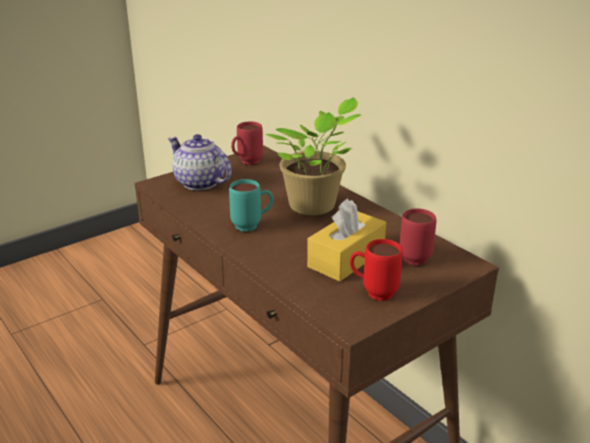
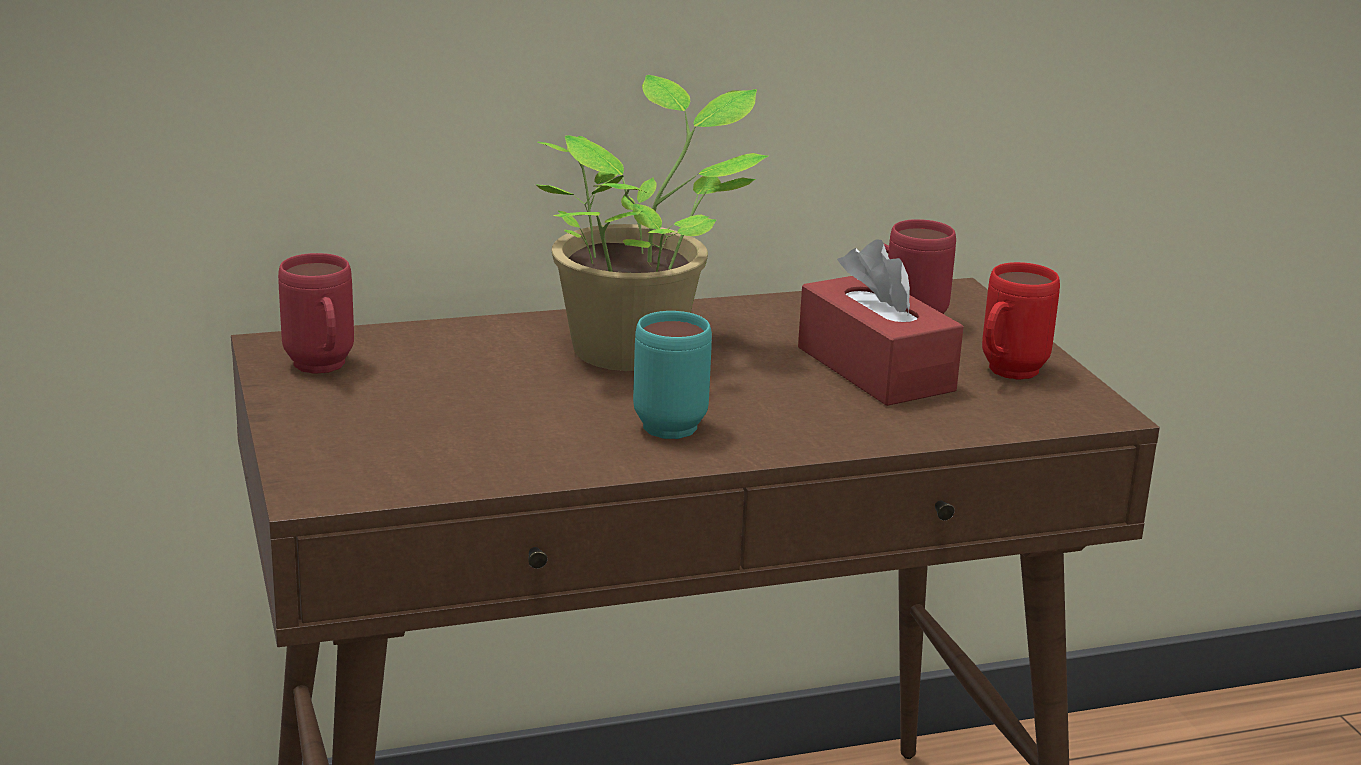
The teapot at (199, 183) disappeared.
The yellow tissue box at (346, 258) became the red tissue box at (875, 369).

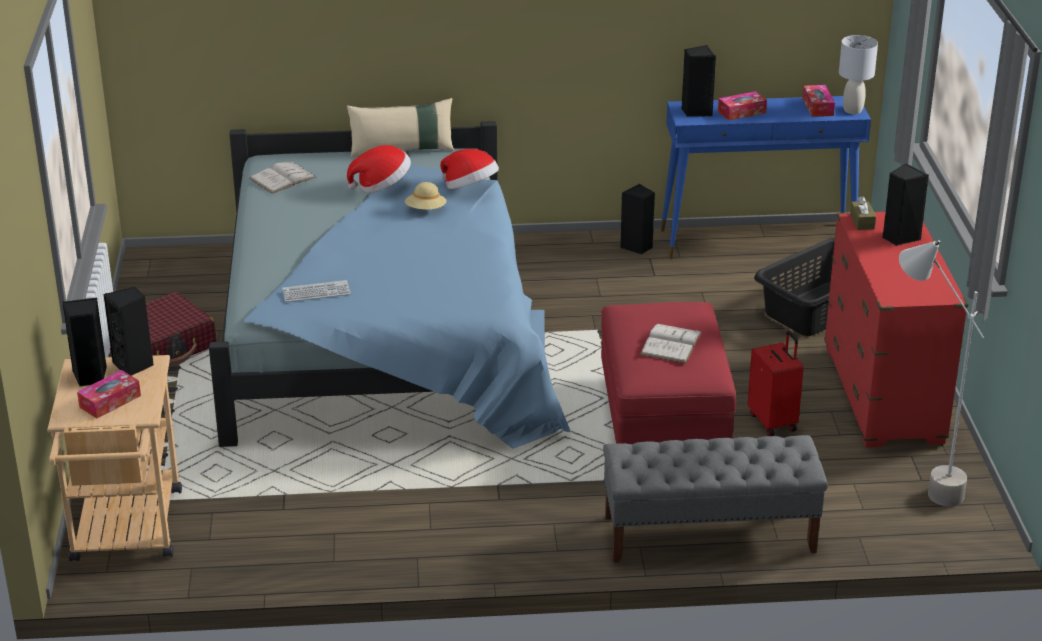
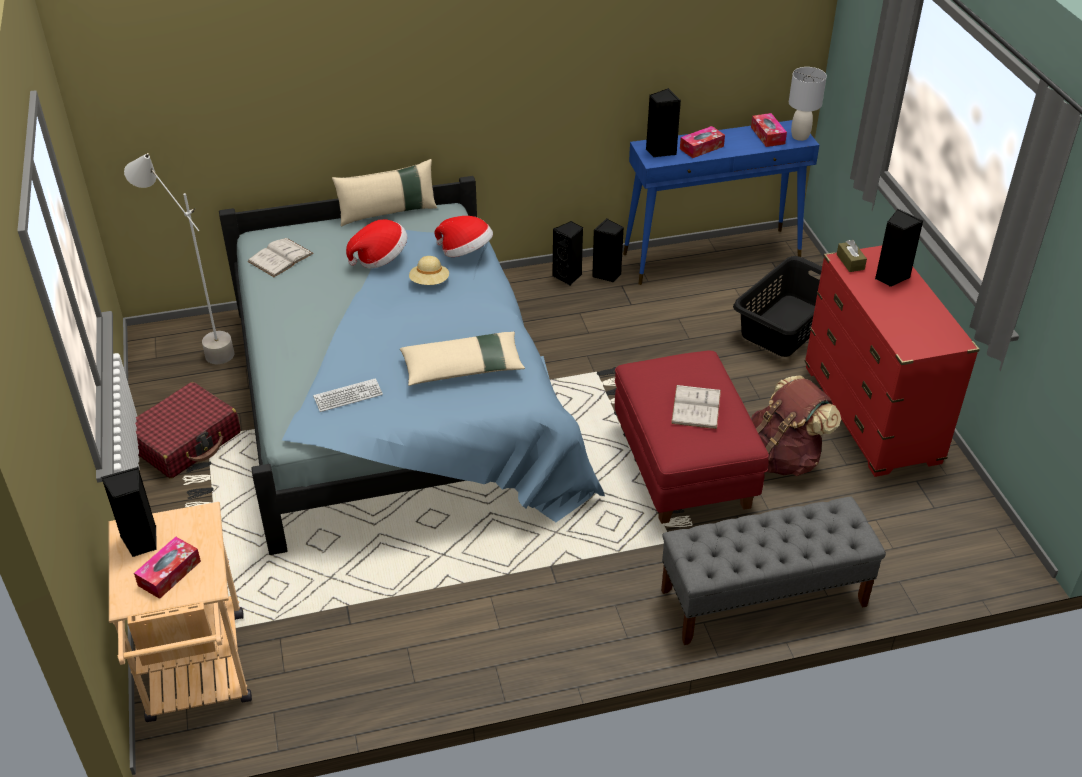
The beige pillow at (463, 368) appeared.
The black speaker moved from (134, 365) to (568, 276).
The grey floor lamp moved from (919, 483) to (201, 347).
The red suitcase at (773, 422) was replaced by the brown backpack at (784, 457).

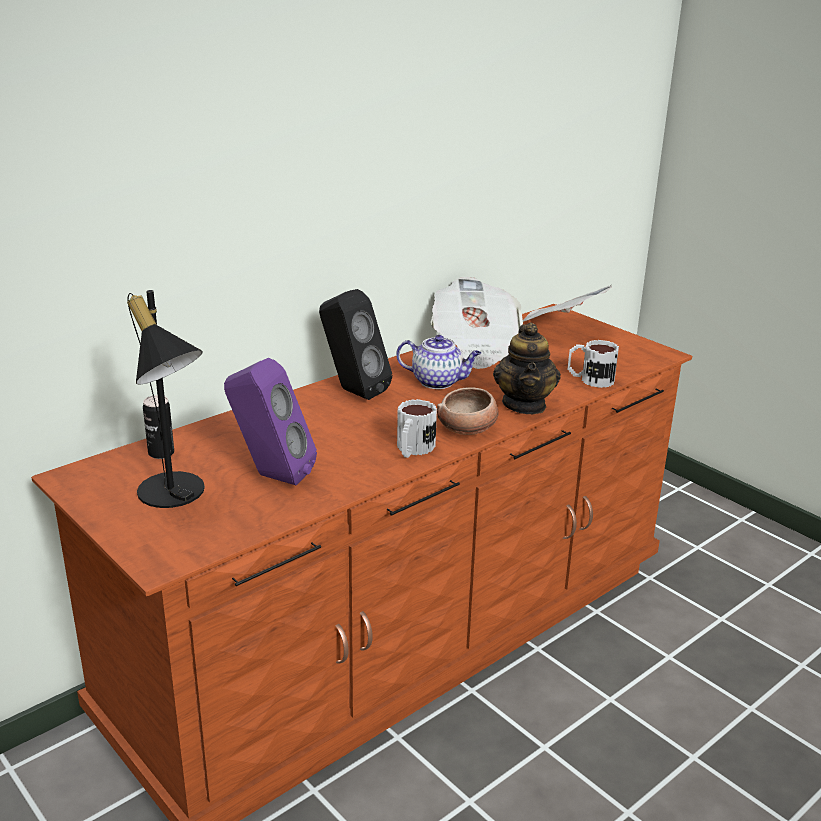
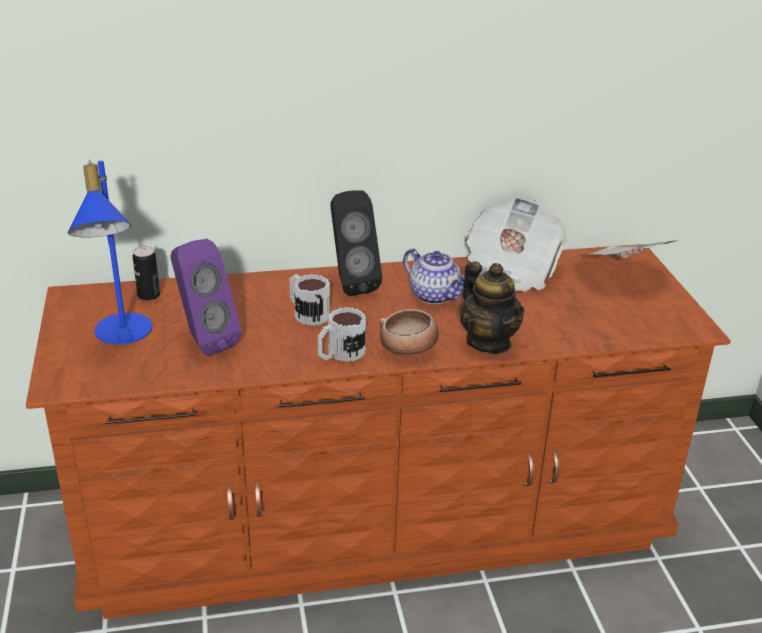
The mug moved from (590, 379) to (307, 313).
The black table lamp at (175, 496) became the blue table lamp at (120, 335).
The teapot at (524, 405) turned 60 degrees counterclockwise.

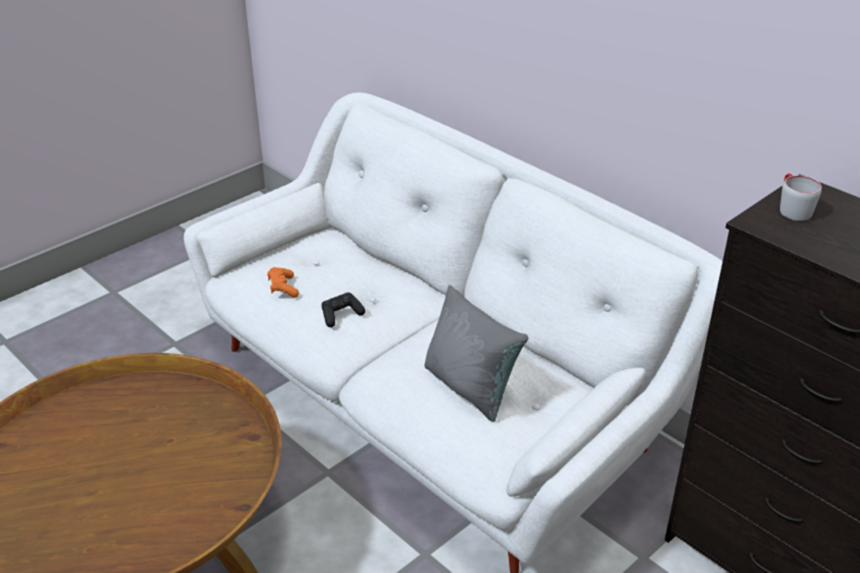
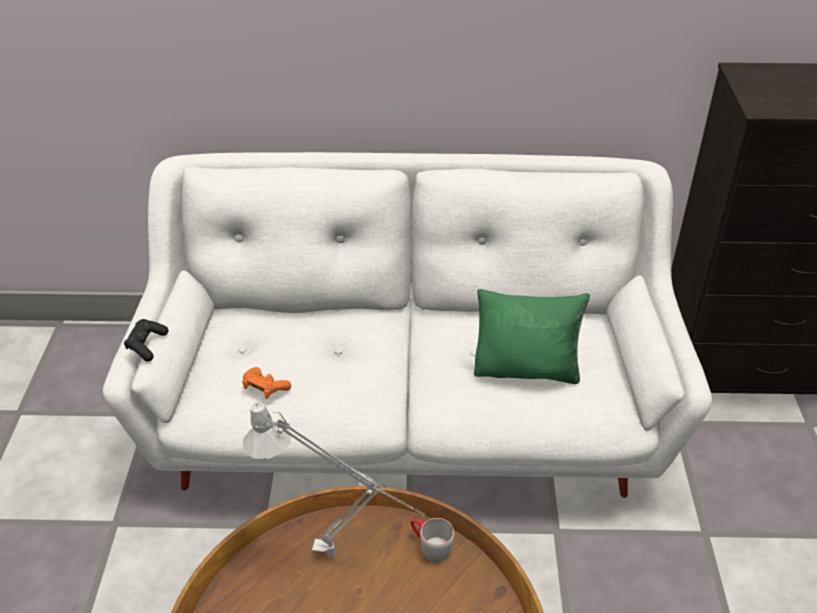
The grey table lamp at (342, 558) appeared.
The black game controller moved from (341, 315) to (147, 345).
The grey mug moved from (791, 208) to (430, 546).
The grey pillow at (470, 388) became the green pillow at (526, 369).

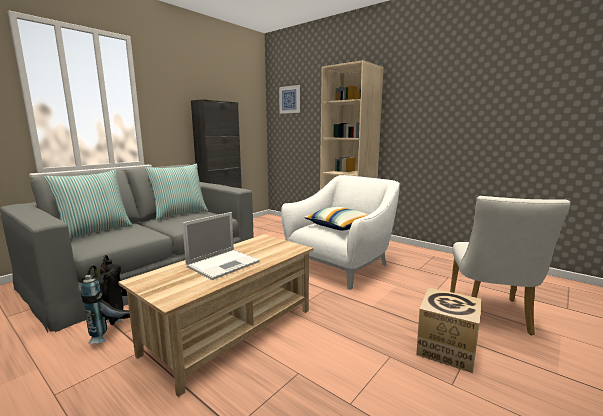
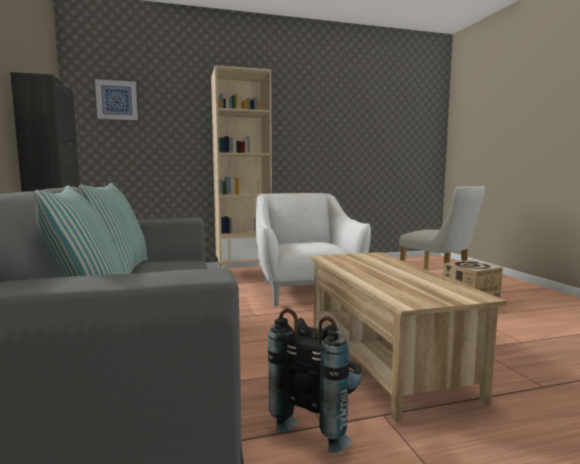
The laptop at (224, 264) disappeared.
The pillow at (339, 226) disappeared.

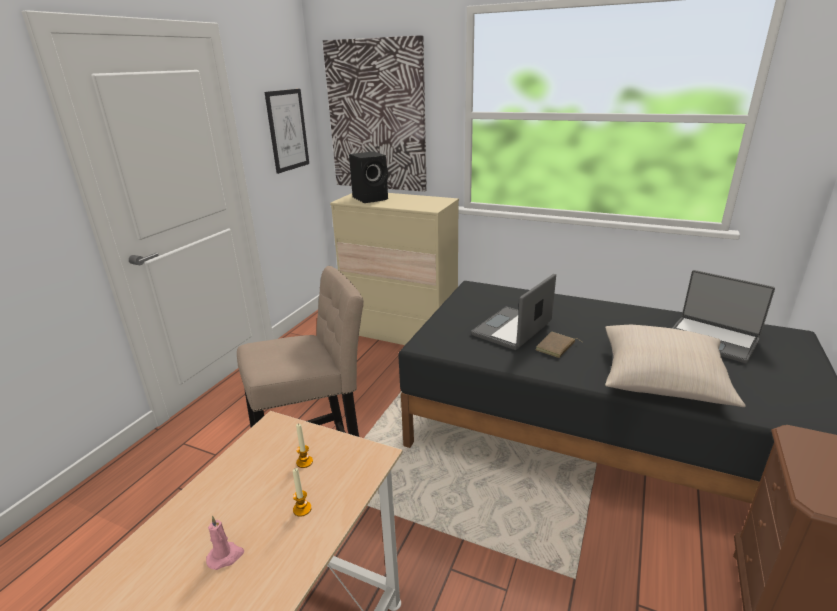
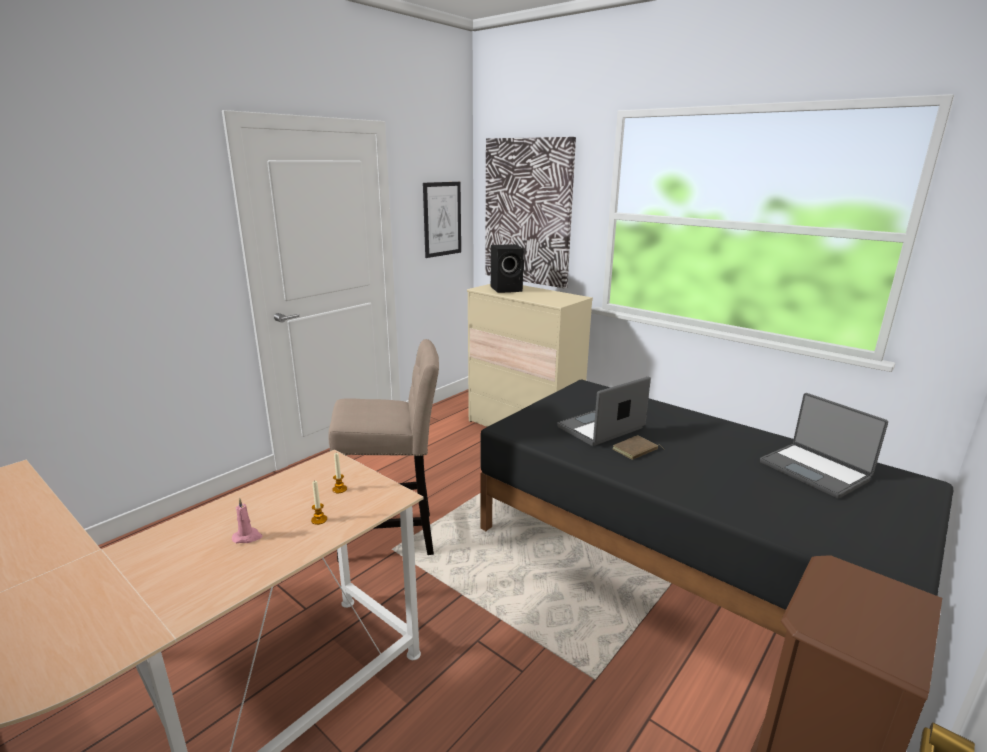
The beige pillow at (662, 380) disappeared.

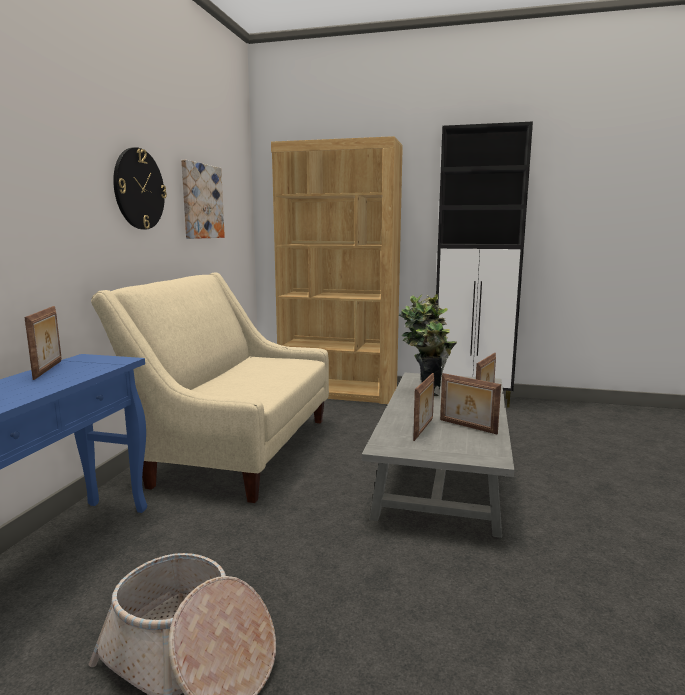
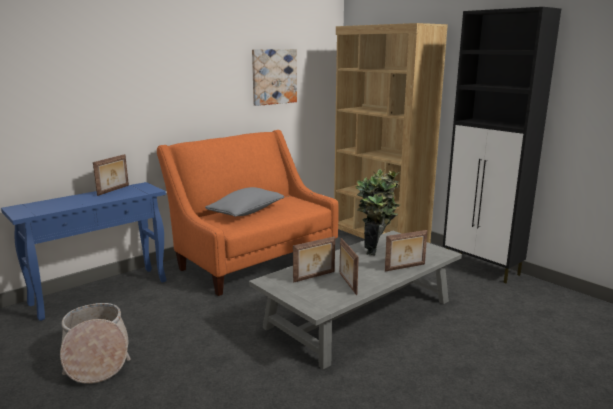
The wall clock at (139, 189) disappeared.
The grey pillow at (246, 212) appeared.
The beige sofa at (235, 449) became the orange sofa at (253, 259).

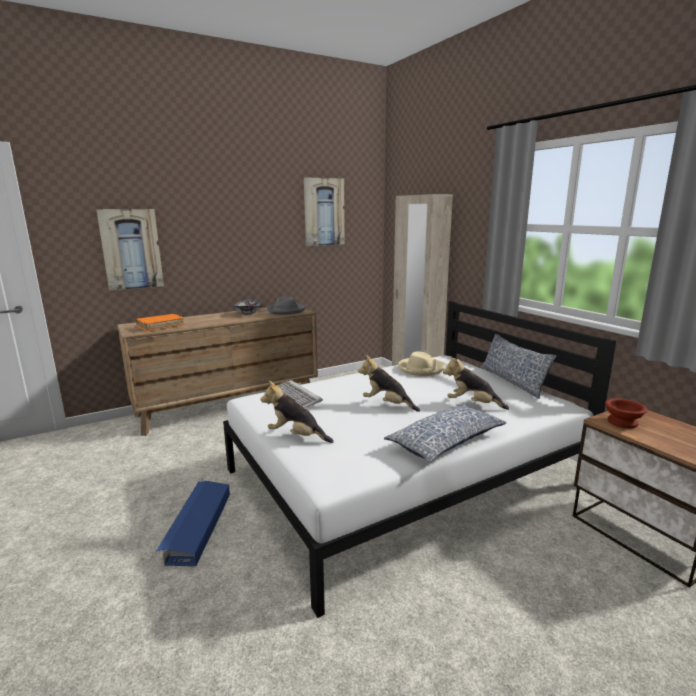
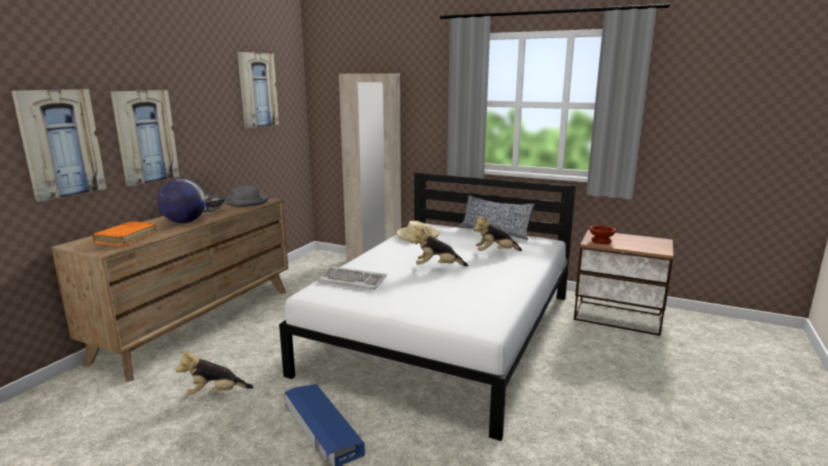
The pillow at (447, 442) disappeared.
The picture at (145, 136) appeared.
The globe at (184, 222) appeared.
The plush toy moved from (296, 436) to (215, 393).

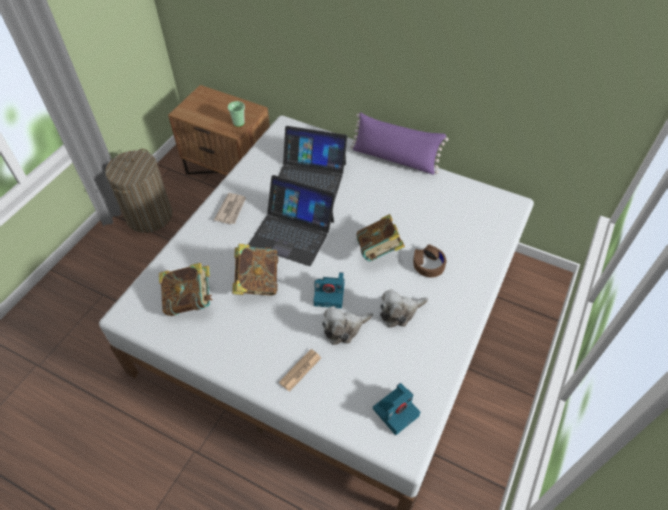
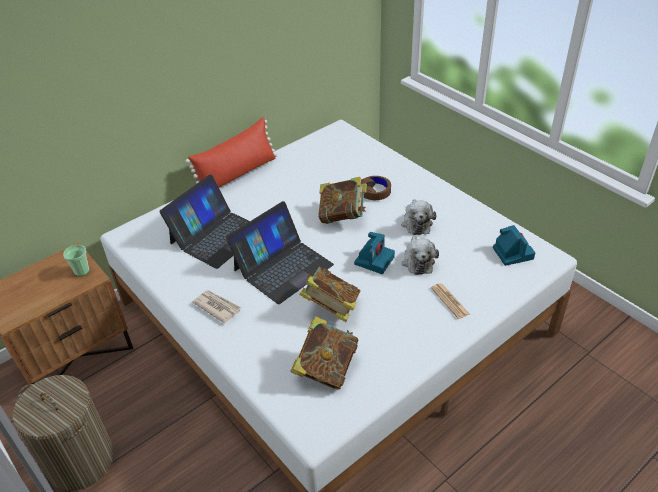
The purple pillow at (395, 159) became the red pillow at (237, 174).

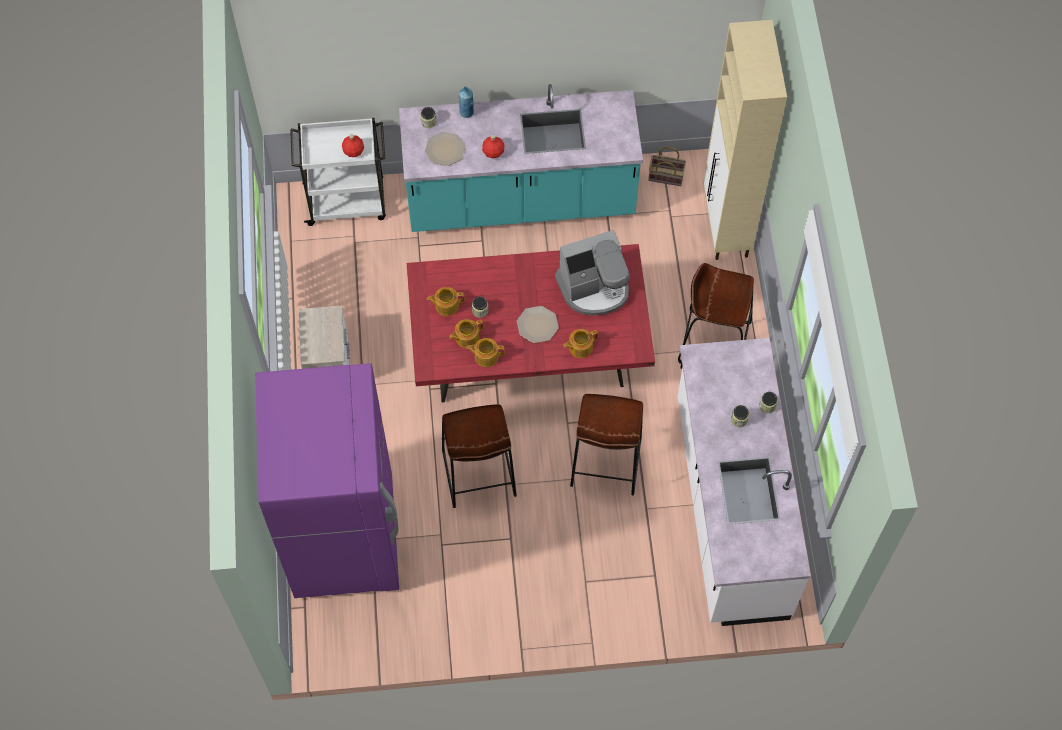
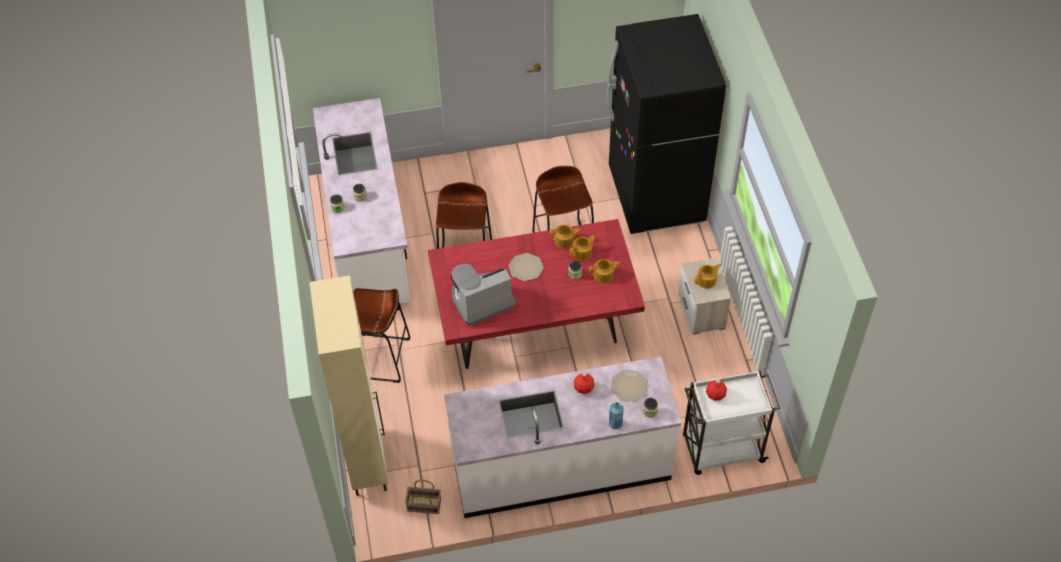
The teapot moved from (580, 347) to (707, 281).
The purple fridge at (344, 537) became the black fridge at (656, 196).
The turquoise counter at (520, 201) became the white counter at (560, 466).

